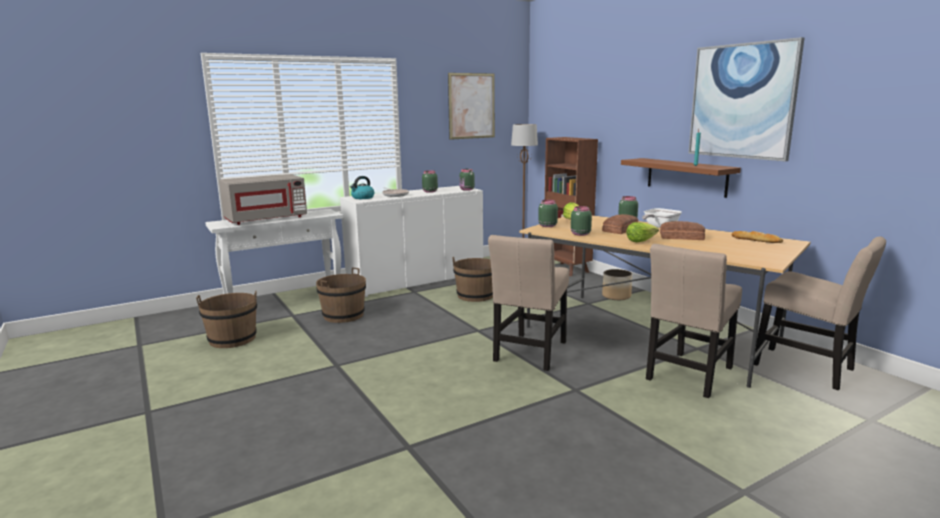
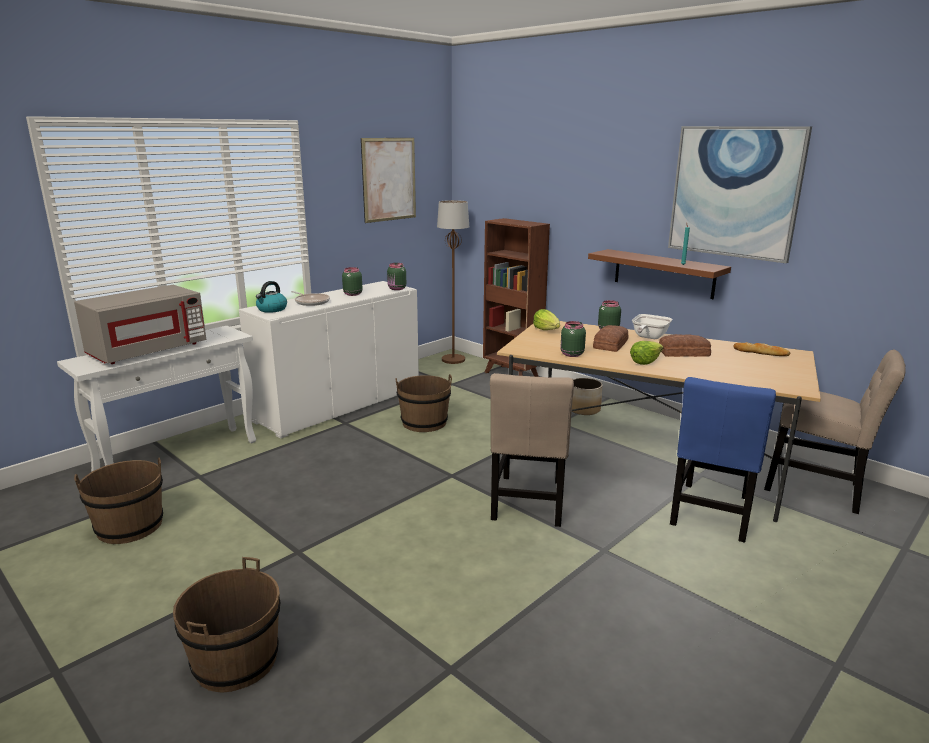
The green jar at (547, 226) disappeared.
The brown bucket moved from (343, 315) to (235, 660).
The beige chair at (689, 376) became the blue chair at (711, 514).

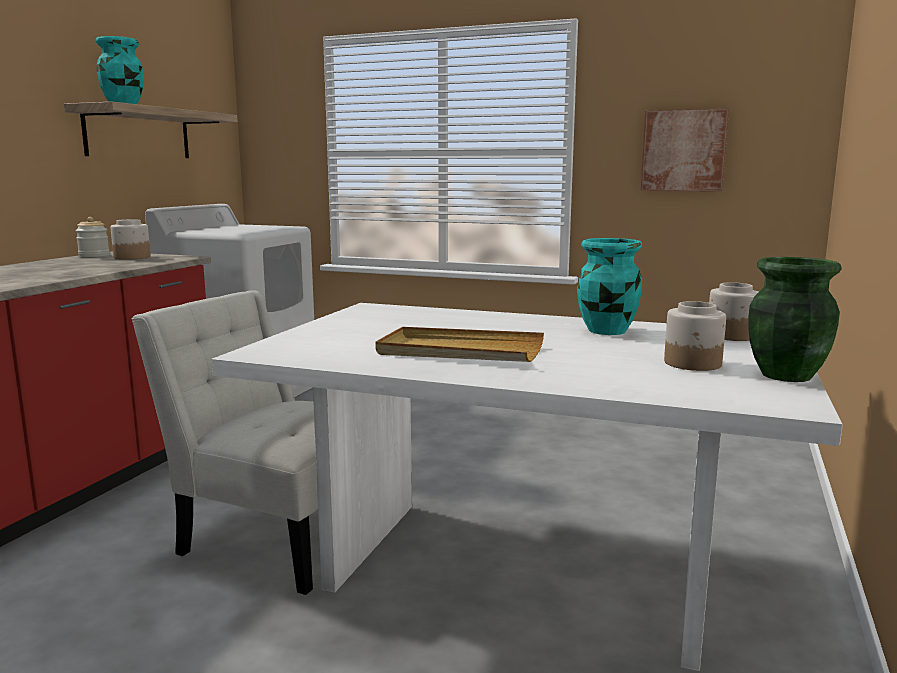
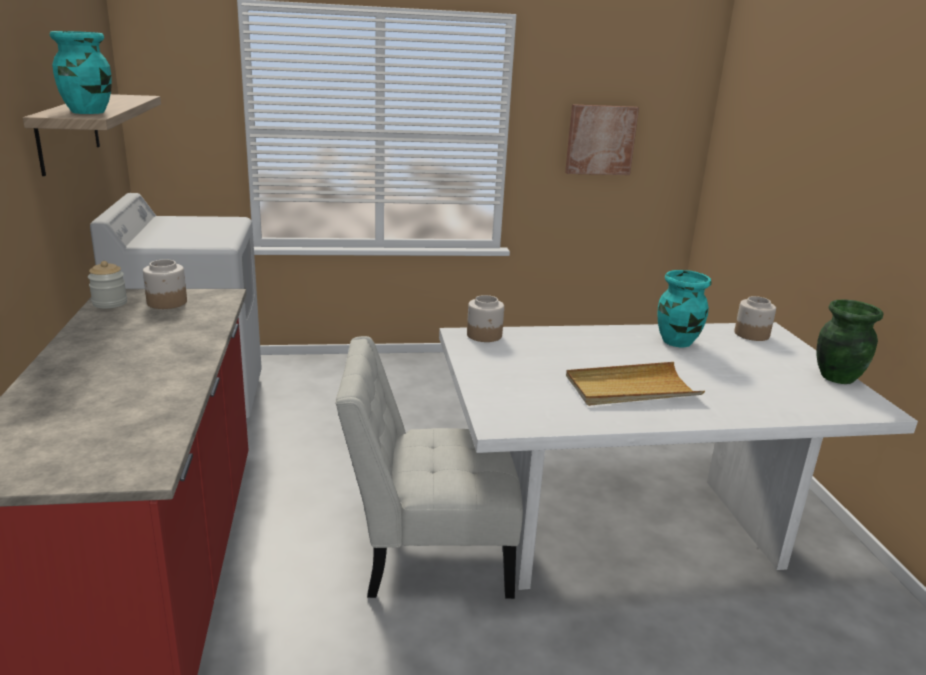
The jar moved from (693, 363) to (484, 335).

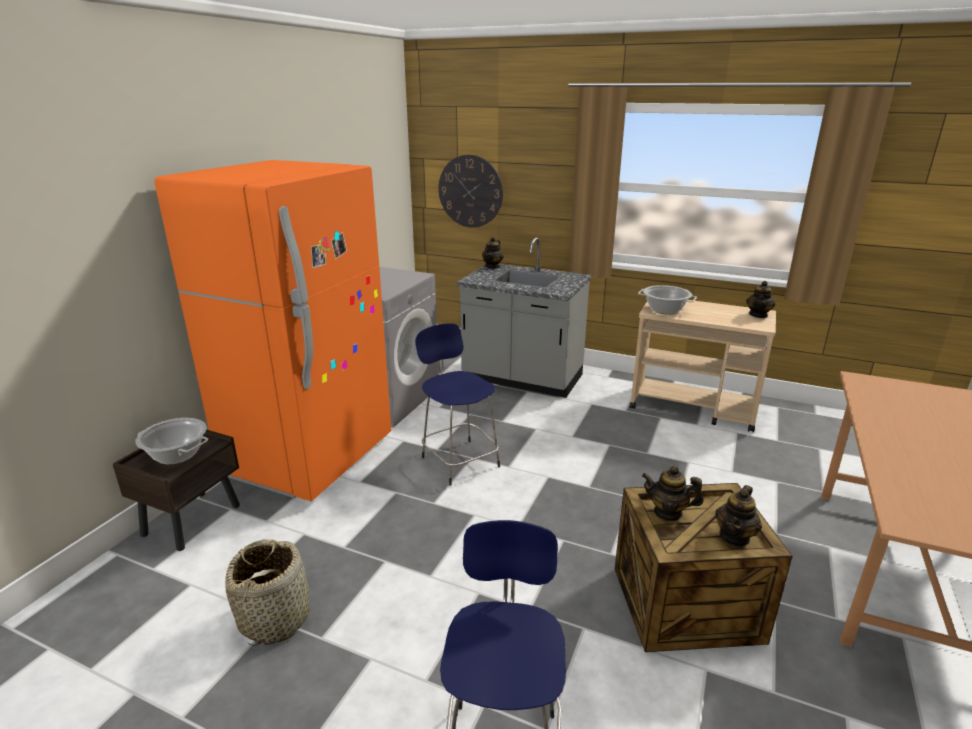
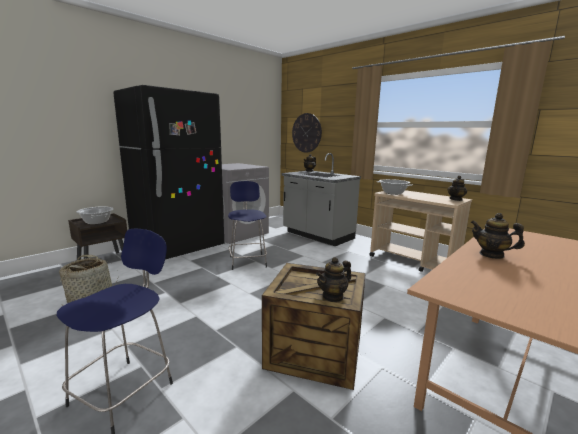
The teapot moved from (668, 512) to (491, 255).
The orange fridge at (311, 457) became the black fridge at (178, 248).

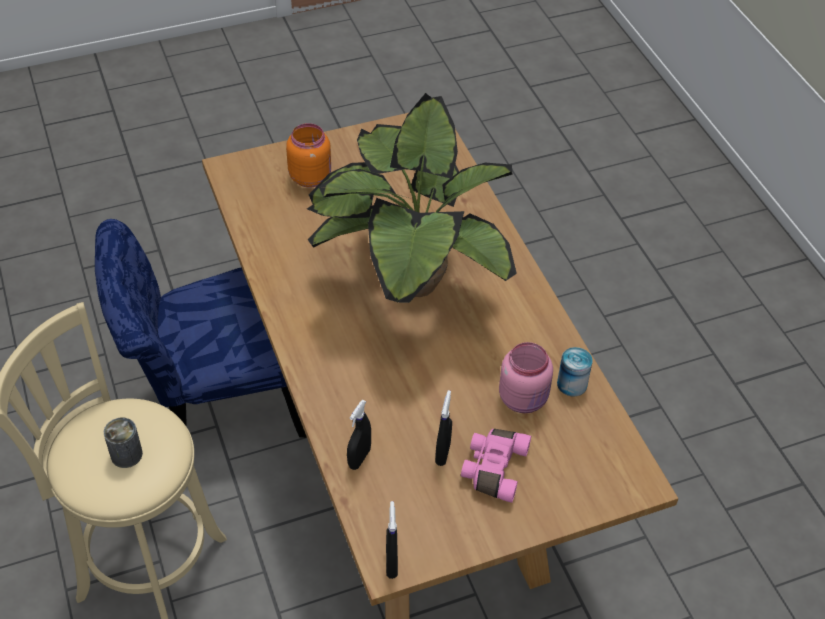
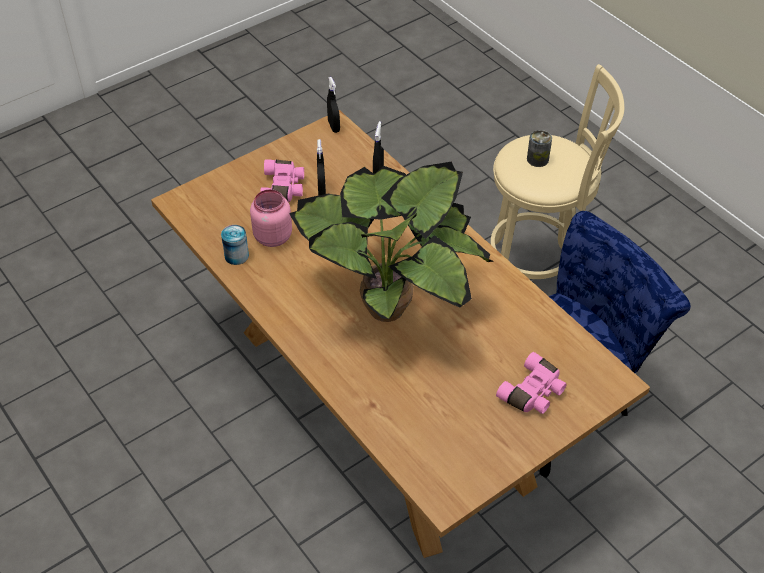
The orange jar at (310, 176) was replaced by the pink binoculars at (533, 393).

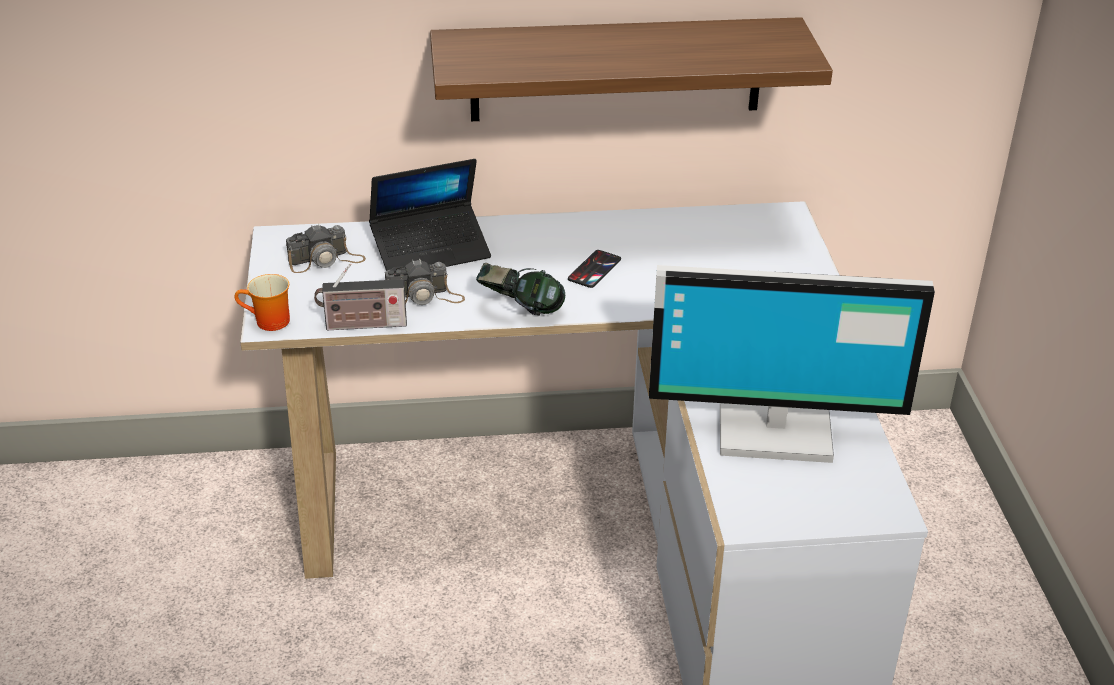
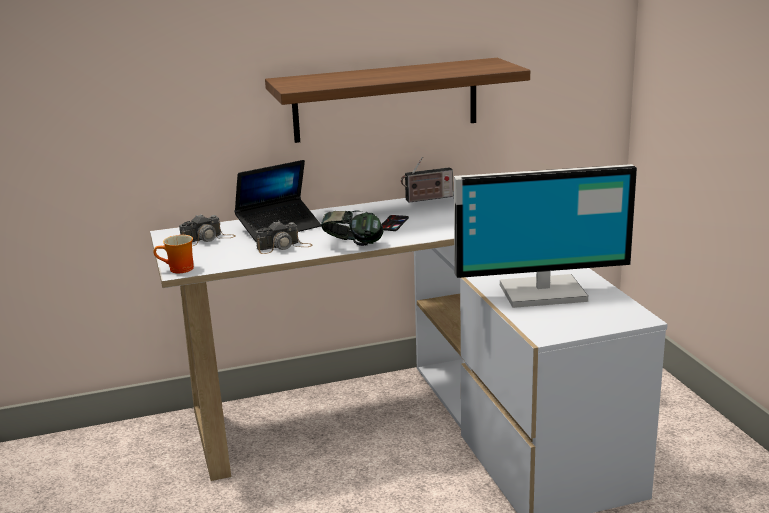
The radio moved from (362, 325) to (427, 199).

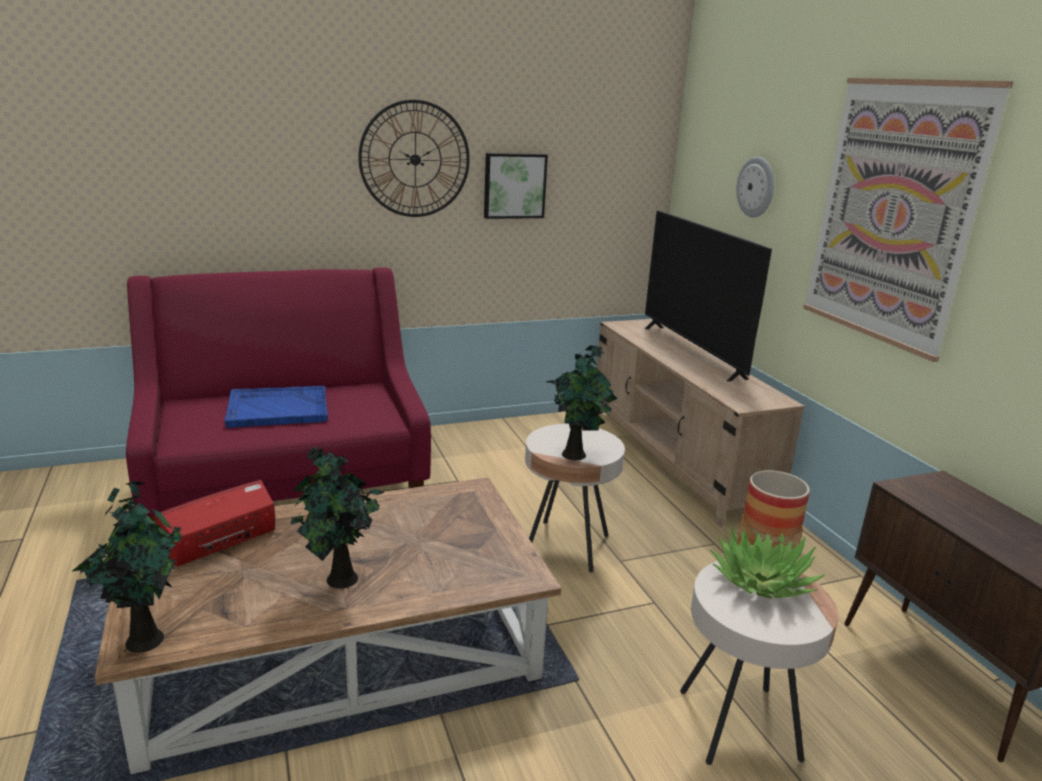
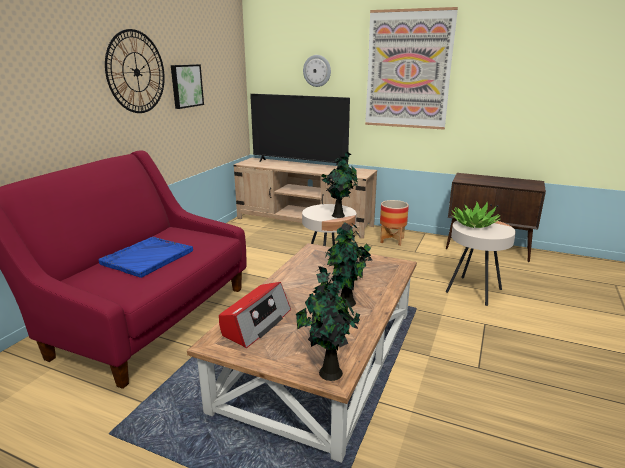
The radio at (219, 539) turned 150 degrees counterclockwise.

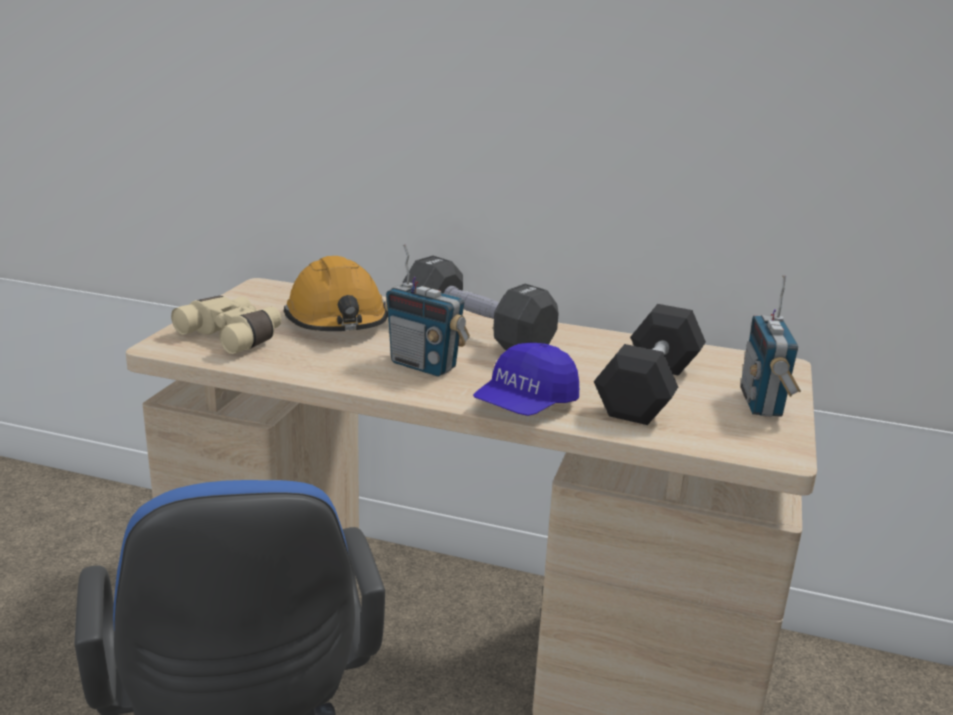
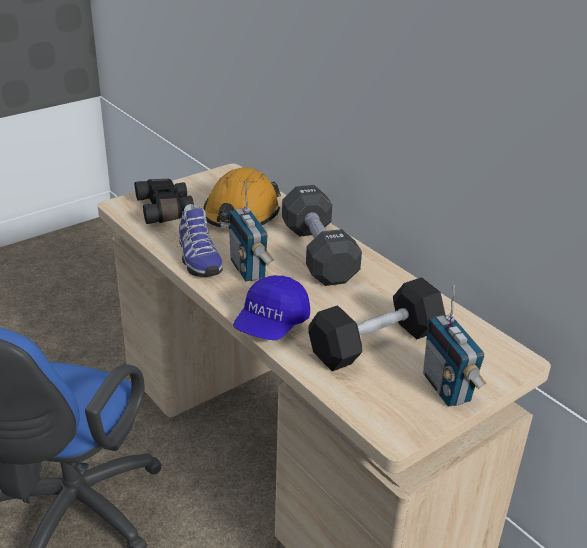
The shoe at (197, 259) appeared.
The beige binoculars at (234, 336) became the black binoculars at (166, 209).
The blue cap at (525, 405) turned 45 degrees counterclockwise.
The radio at (762, 403) turned 60 degrees counterclockwise.

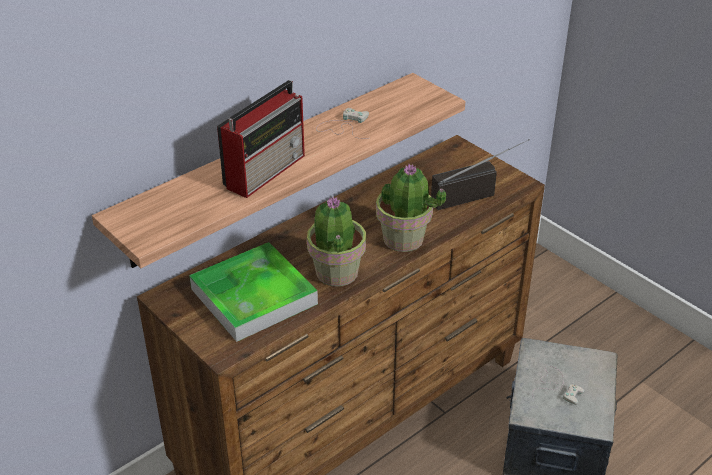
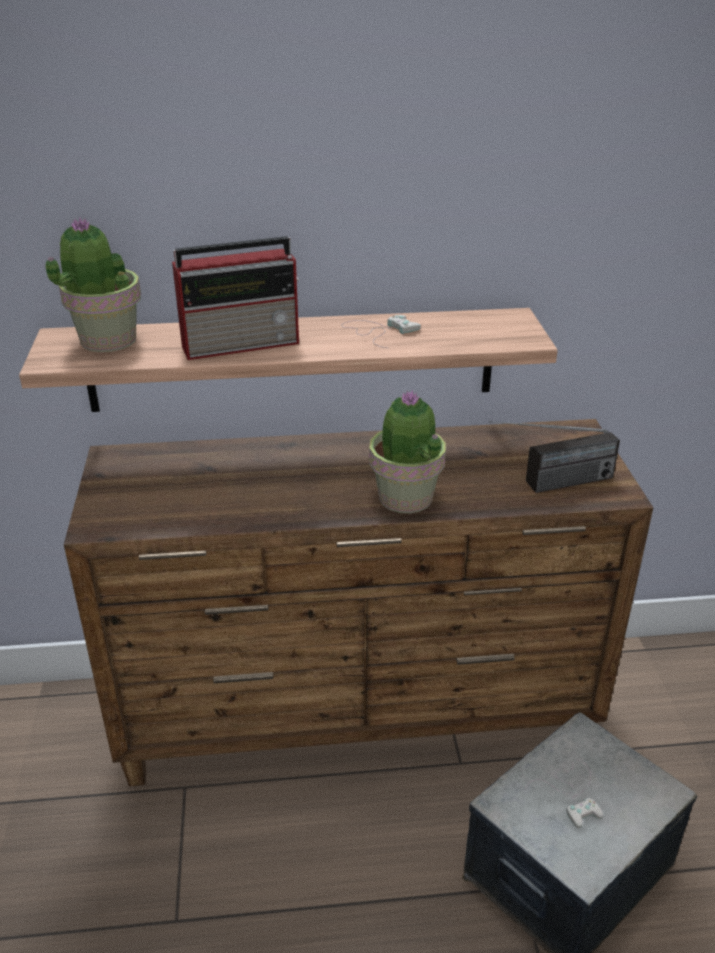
The tray at (254, 296) disappeared.
The potted plant moved from (336, 273) to (107, 340).
The radio at (476, 194) turned 150 degrees clockwise.

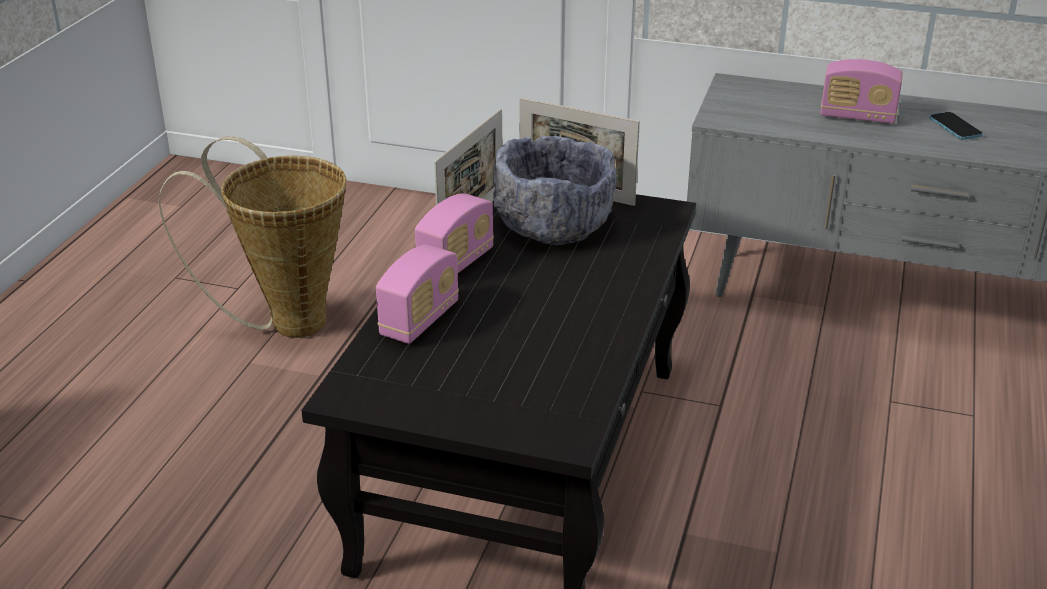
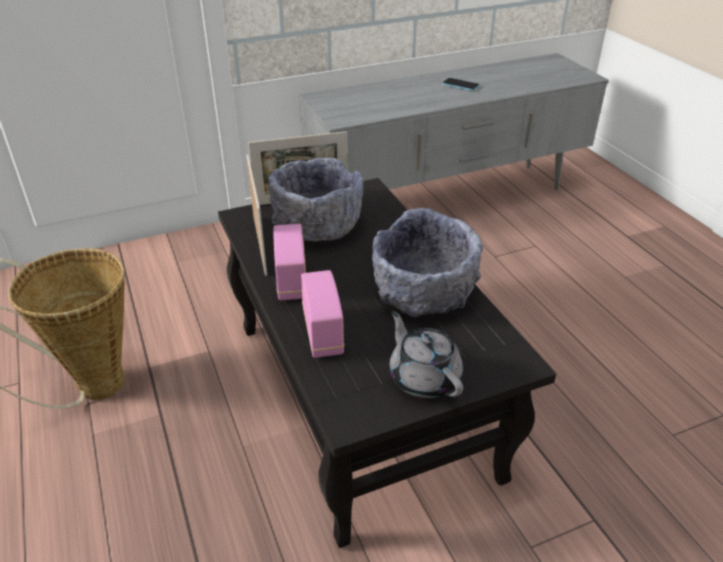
The radio at (857, 117) disappeared.
The grey bowl at (424, 293) appeared.
The grey teapot at (424, 377) appeared.

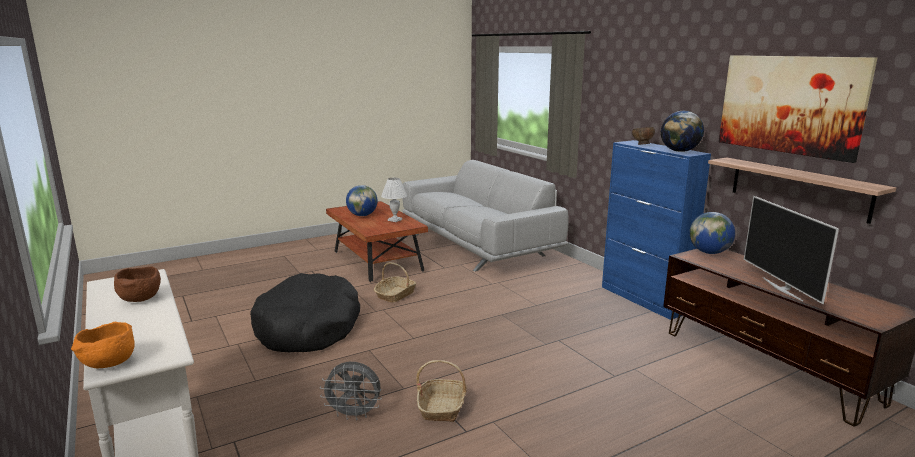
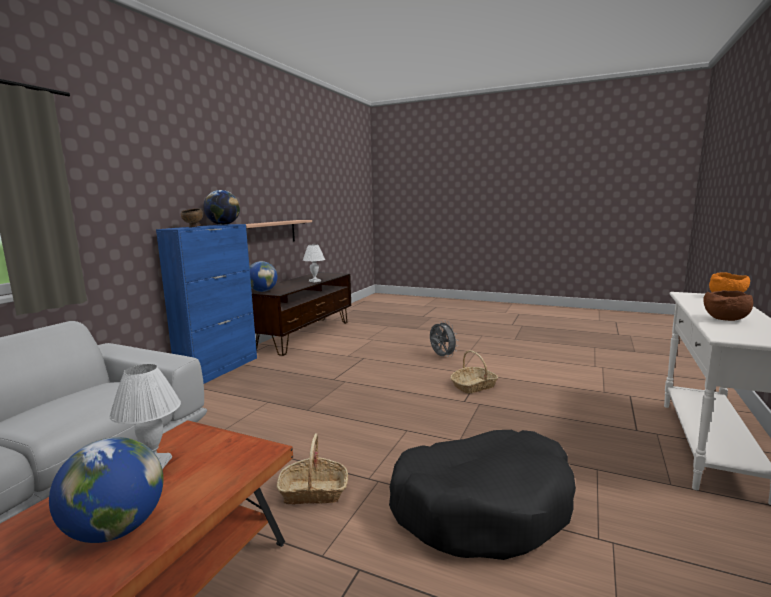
The picture at (790, 104) disappeared.
The grey fan moved from (354, 415) to (441, 356).
The television at (782, 289) was replaced by the white table lamp at (315, 281).

